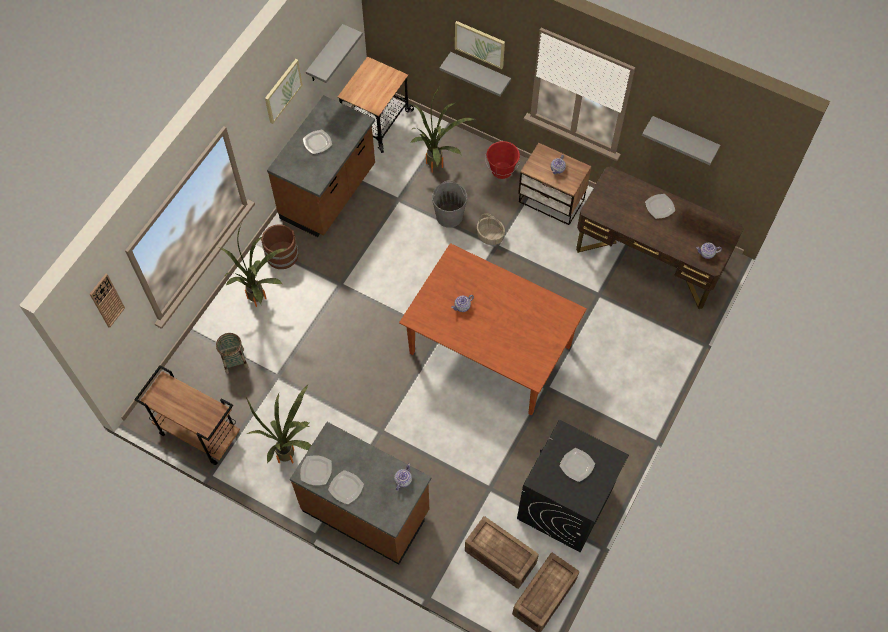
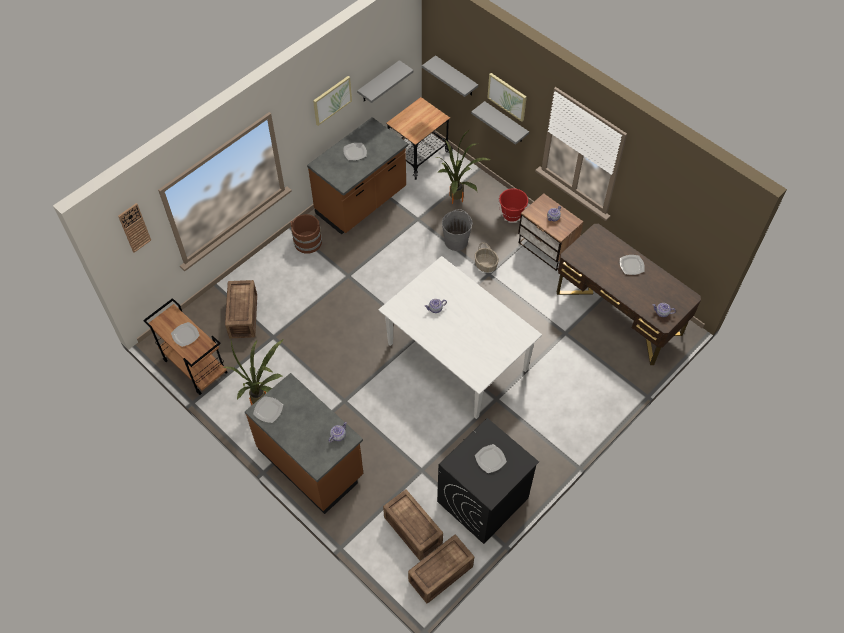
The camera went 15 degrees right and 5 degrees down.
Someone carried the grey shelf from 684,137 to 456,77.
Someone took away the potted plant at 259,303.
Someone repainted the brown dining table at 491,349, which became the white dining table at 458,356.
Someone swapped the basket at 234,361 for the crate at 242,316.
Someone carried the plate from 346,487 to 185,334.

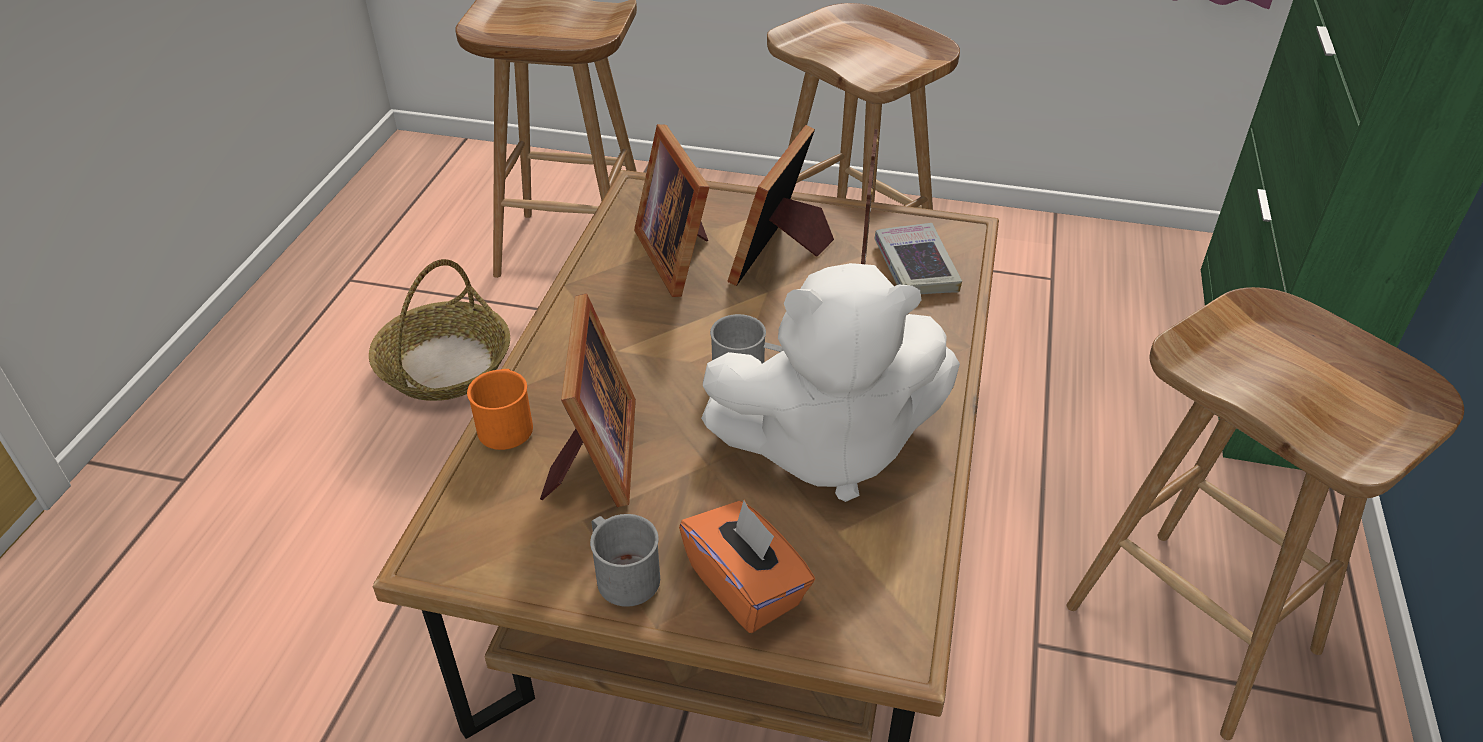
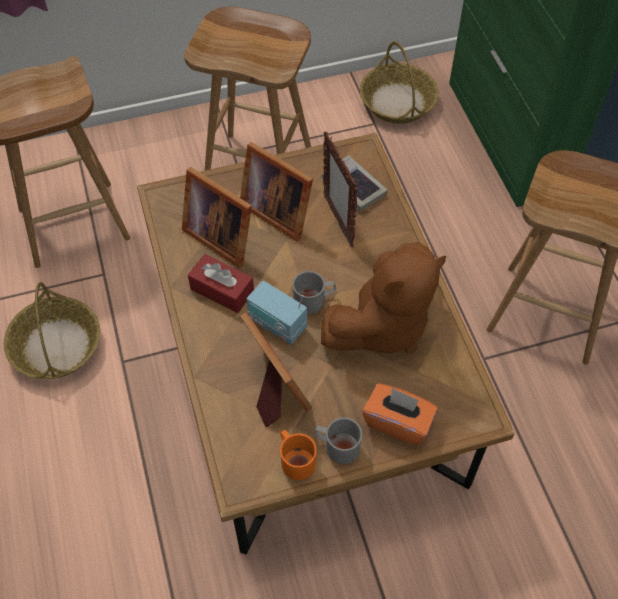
The camera went 30 degrees left and 15 degrees up.
Someone rotated the picture frame at 781,255 by 45 degrees counterclockwise.
Someone repainted the white plush toy at 828,446, which became the brown plush toy at 383,325.
Someone carried the orange mug from 506,423 to 295,459.
Someone put down the basket at 397,102.
Someone put down the red tissue box at 222,290.
Someone put down the radio at 277,324.

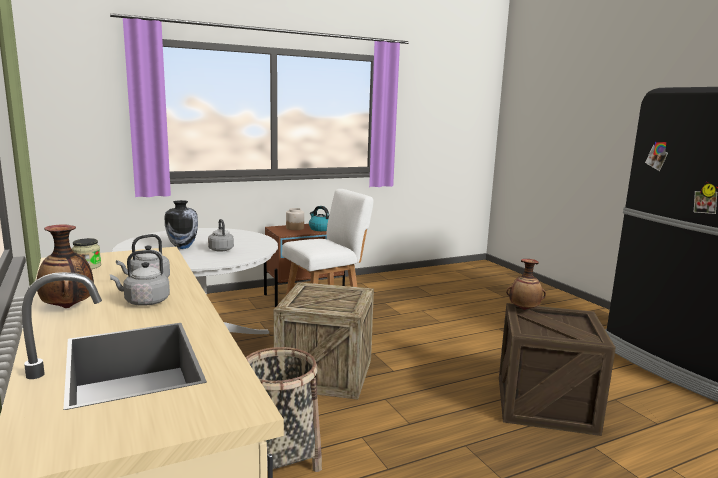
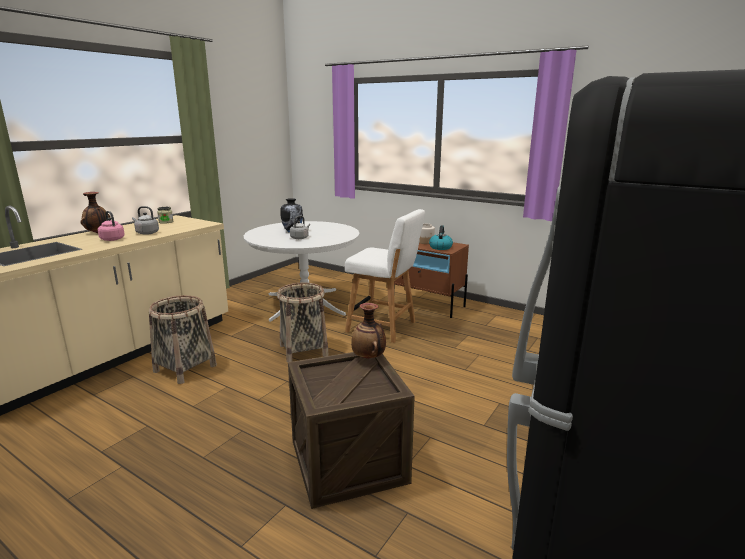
The camera went 60 degrees right and 5 degrees up.
Someone repainted the grey kettle at 144,302, which became the pink kettle at 112,239.
Someone swapped the crate at 325,374 for the basket at 304,350.

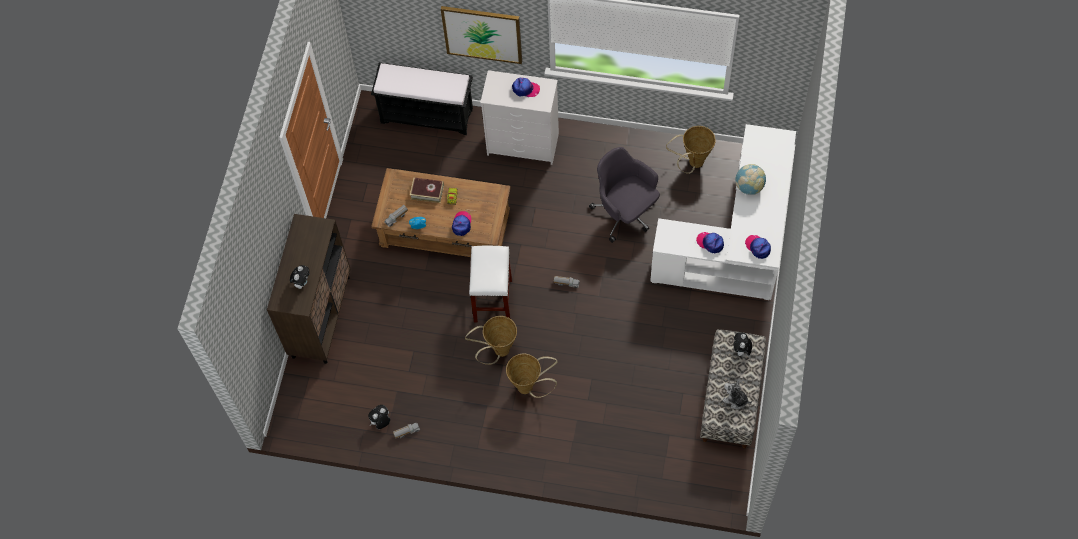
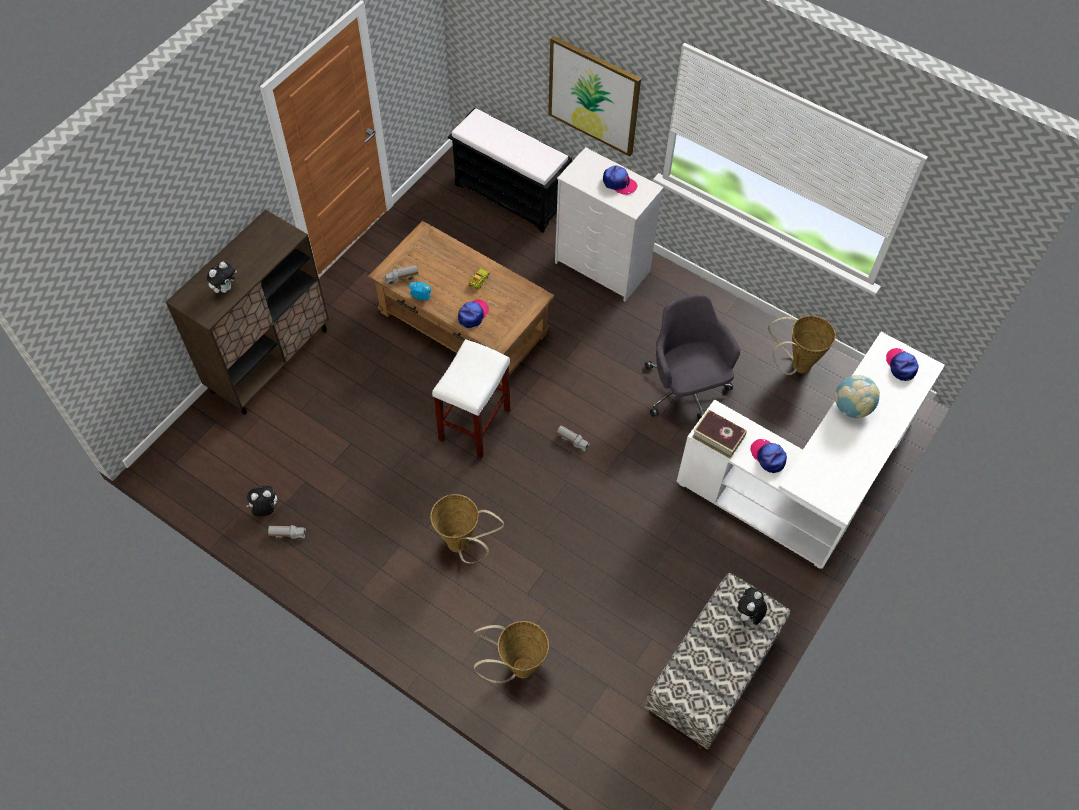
The camera went 20 degrees right and 5 degrees down.
Someone carried the book from 427,192 to 718,437.
Someone carried the cap from 758,247 to 901,365.
Someone carried the basket from 498,351 to 516,668.
Someone took away the plush toy at 735,399.

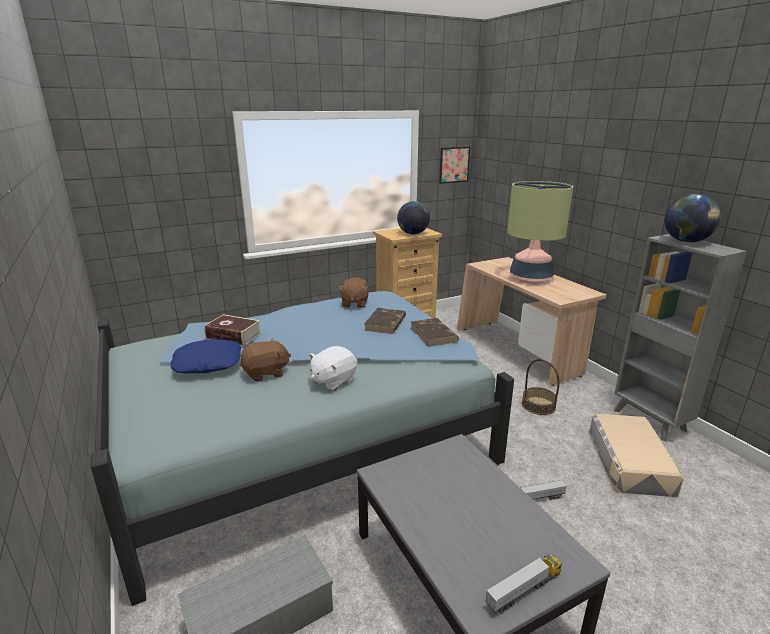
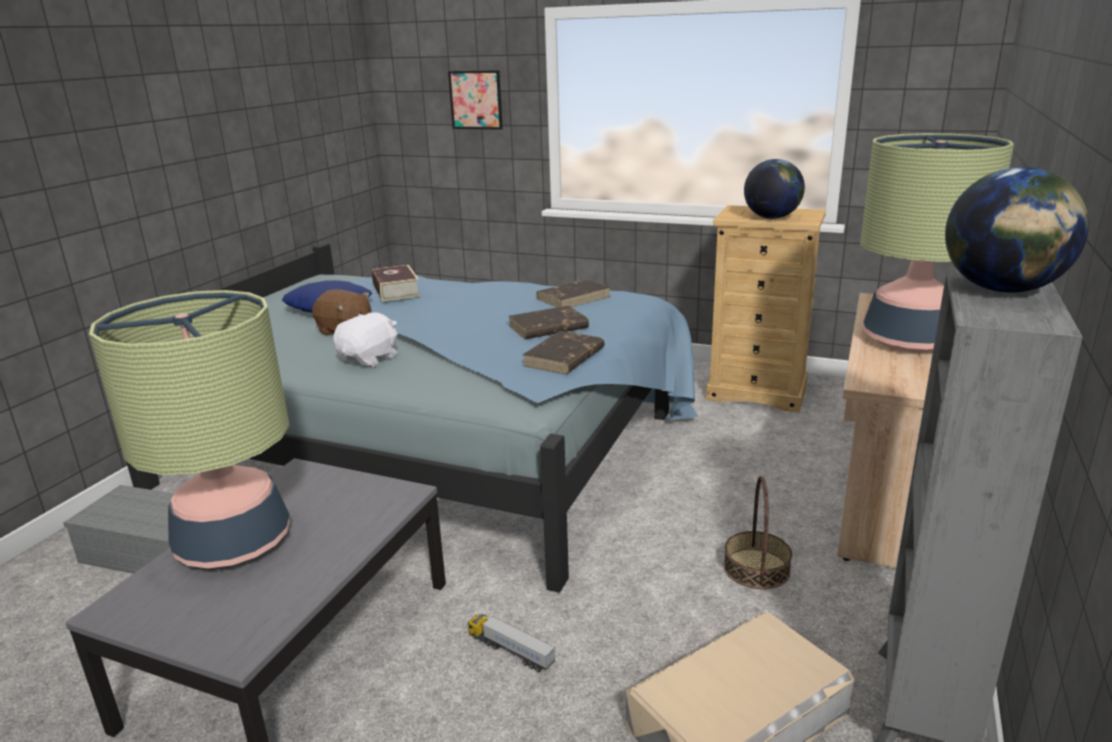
The camera went 50 degrees right and 0 degrees up.
Someone carried the picture from 454,165 to 476,100.
Someone swapped the brown plush toy at 354,303 for the brown book at 574,297.
Someone rotated the white plush toy at 333,381 by 120 degrees clockwise.
Someone took away the toy truck at 523,590.
Someone put down the table lamp at 234,543.

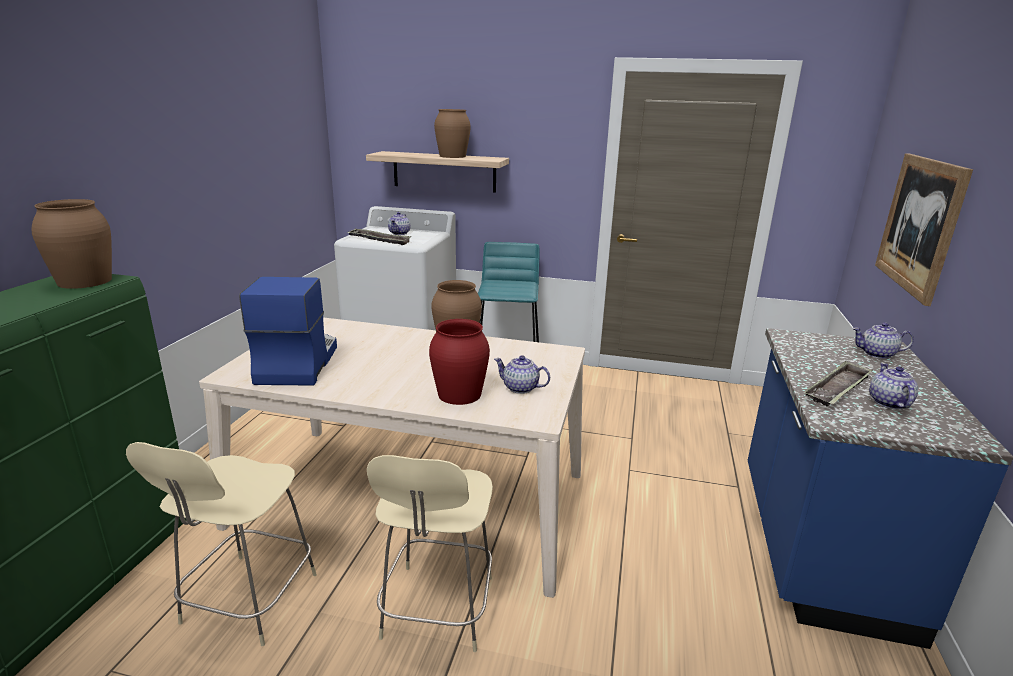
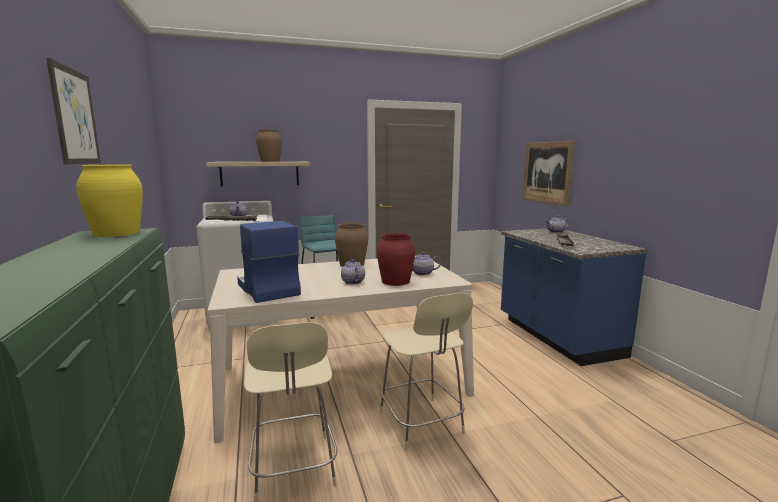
The camera went 30 degrees left and 10 degrees down.
Someone repainted the brown vase at 85,281, which became the yellow vase at 117,233.
Someone carried the teapot from 888,402 to 352,282.
Someone put up the picture at 75,117.

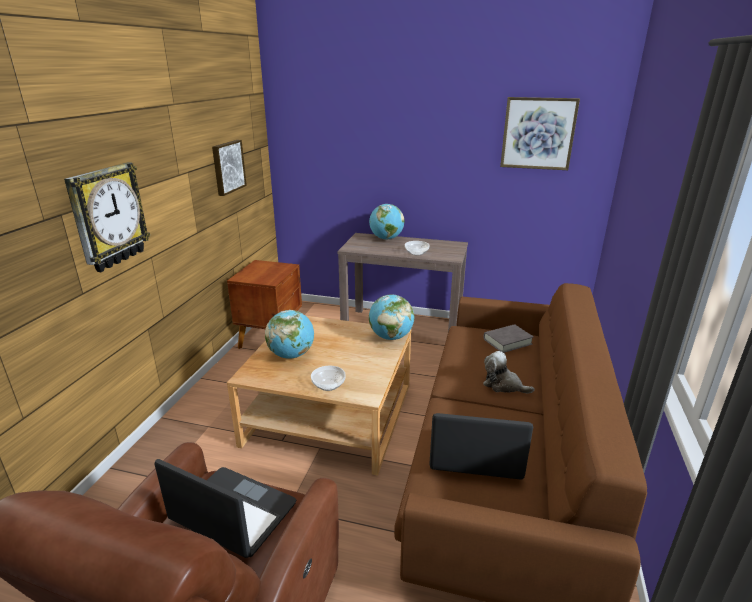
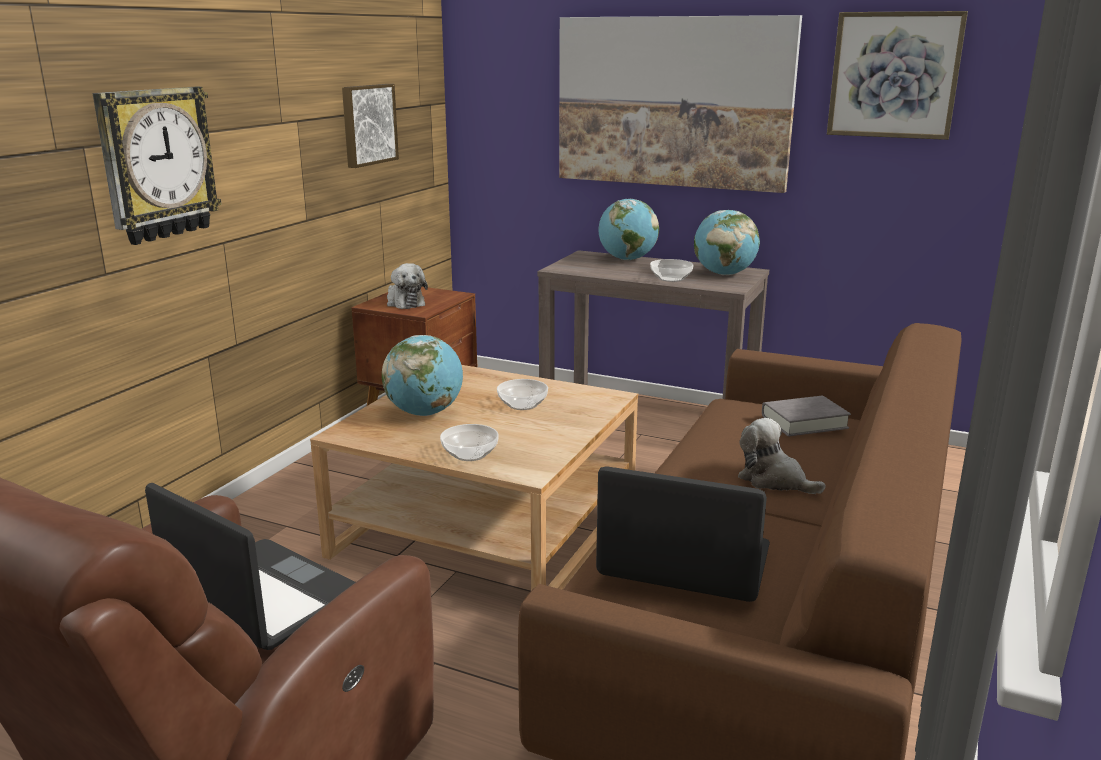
The camera went 10 degrees right and 5 degrees down.
Someone carried the globe from 391,337 to 724,274.
Someone put up the picture at 672,102.
Someone put down the plush toy at 404,302.
Someone put down the bowl at 523,405.

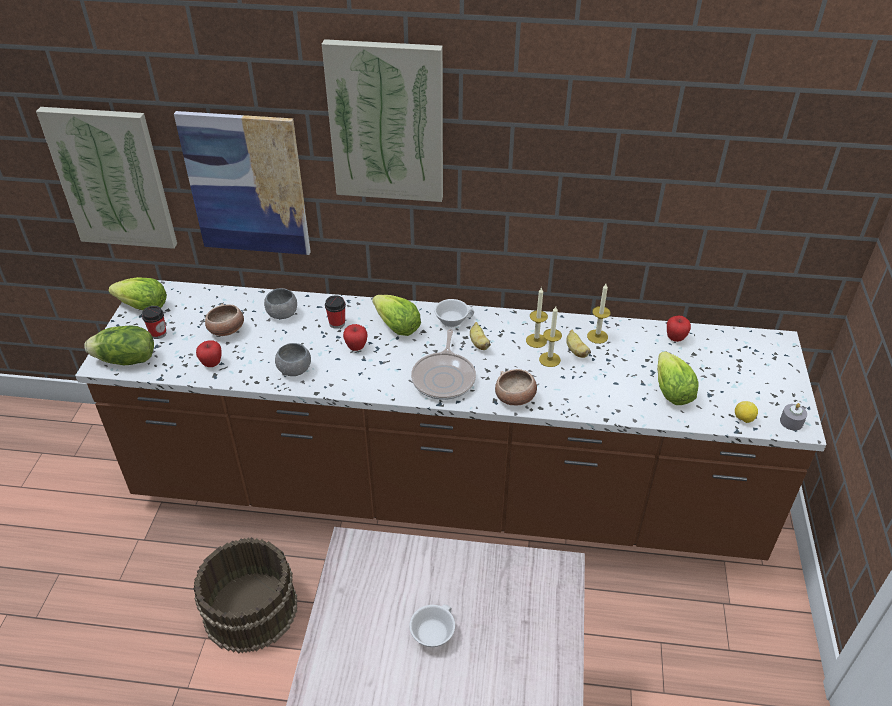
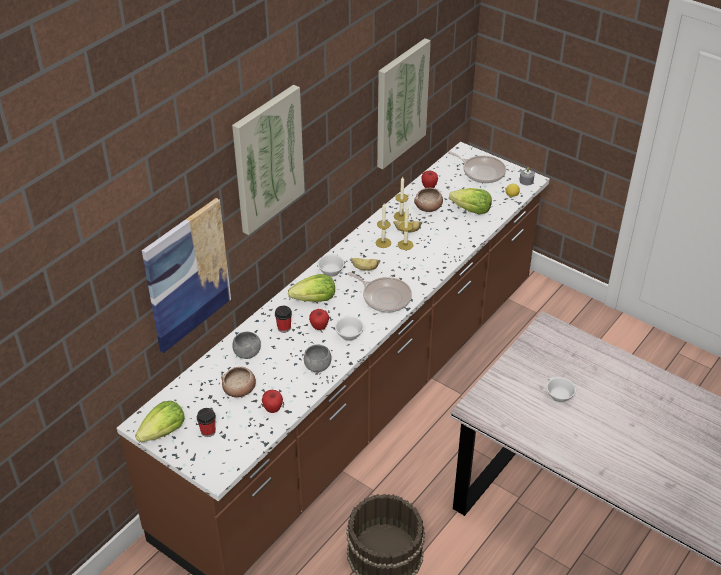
The camera went 60 degrees left and 0 degrees up.
Someone carried the picture from 112,178 to 400,103.
Someone took away the lettuce at 126,360.
Someone carried the bowl from 515,398 to 429,207.
Someone put down the frying pan at 481,172.
Someone put down the white cup at 348,334.

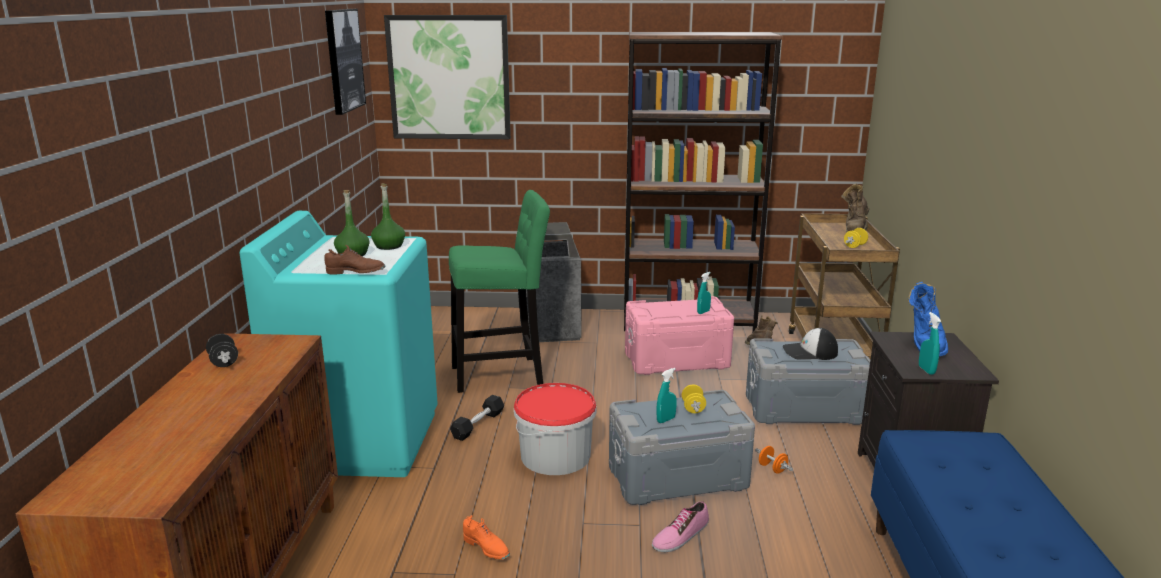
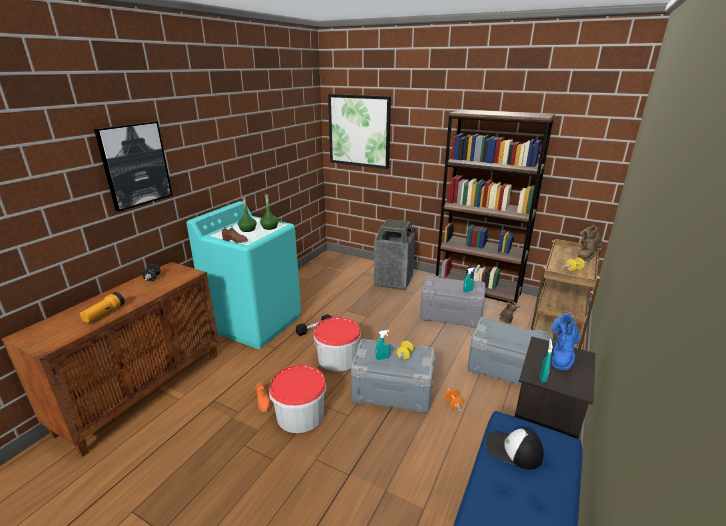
The camera went 25 degrees right and 5 degrees up.
Someone carried the picture from 343,60 to 135,165.
Someone took away the green stool at 502,374.
Someone repainted the pink storage box at 677,360, which became the grey storage box at 451,315.
Someone carried the cap from 810,352 to 513,450.
Someone took away the shoe at 680,535.
Someone put down the flashlight at 104,314.
Someone put down the bucket at 300,414.

